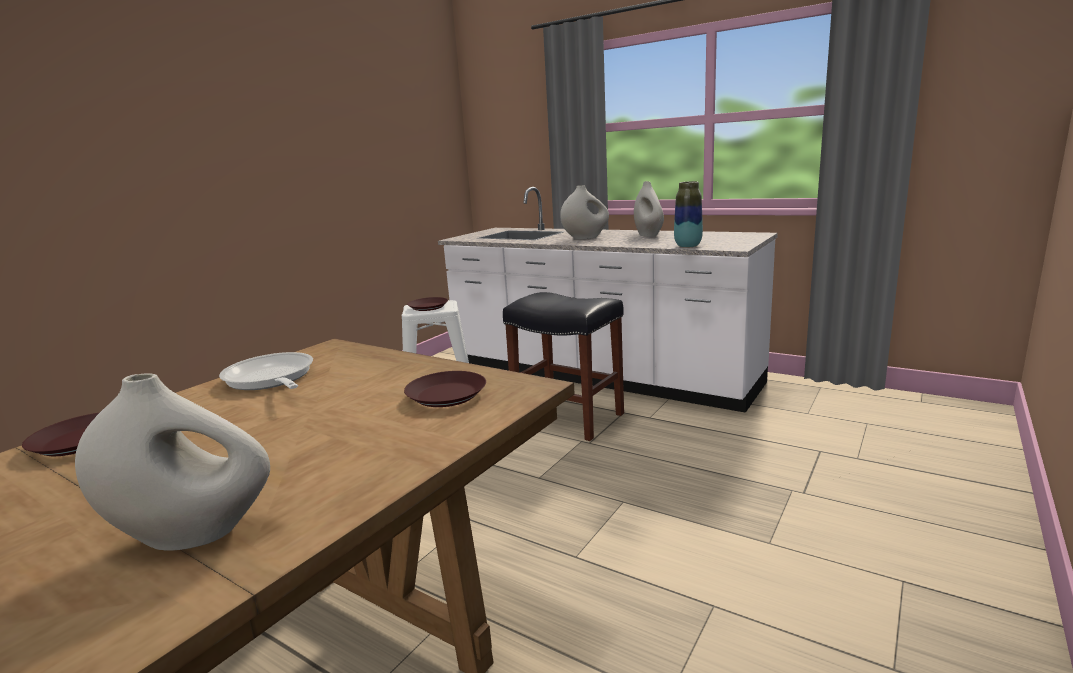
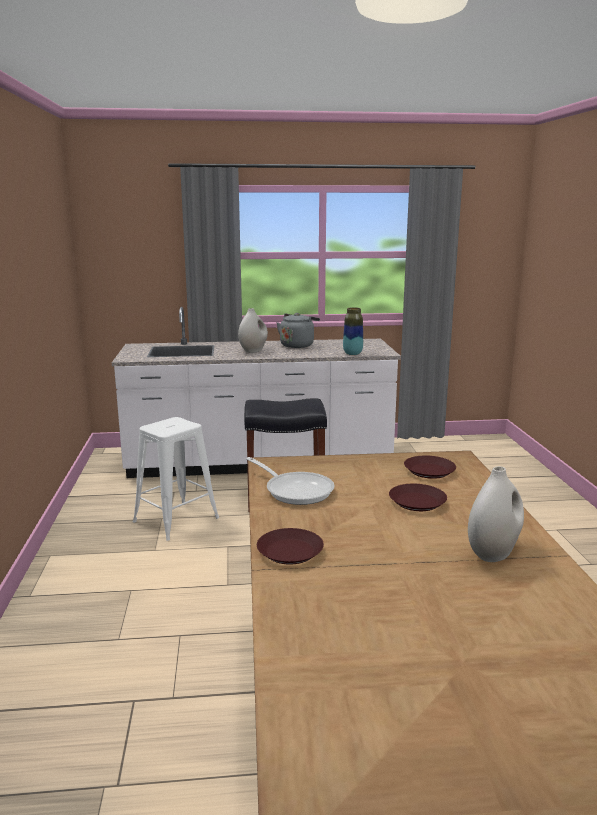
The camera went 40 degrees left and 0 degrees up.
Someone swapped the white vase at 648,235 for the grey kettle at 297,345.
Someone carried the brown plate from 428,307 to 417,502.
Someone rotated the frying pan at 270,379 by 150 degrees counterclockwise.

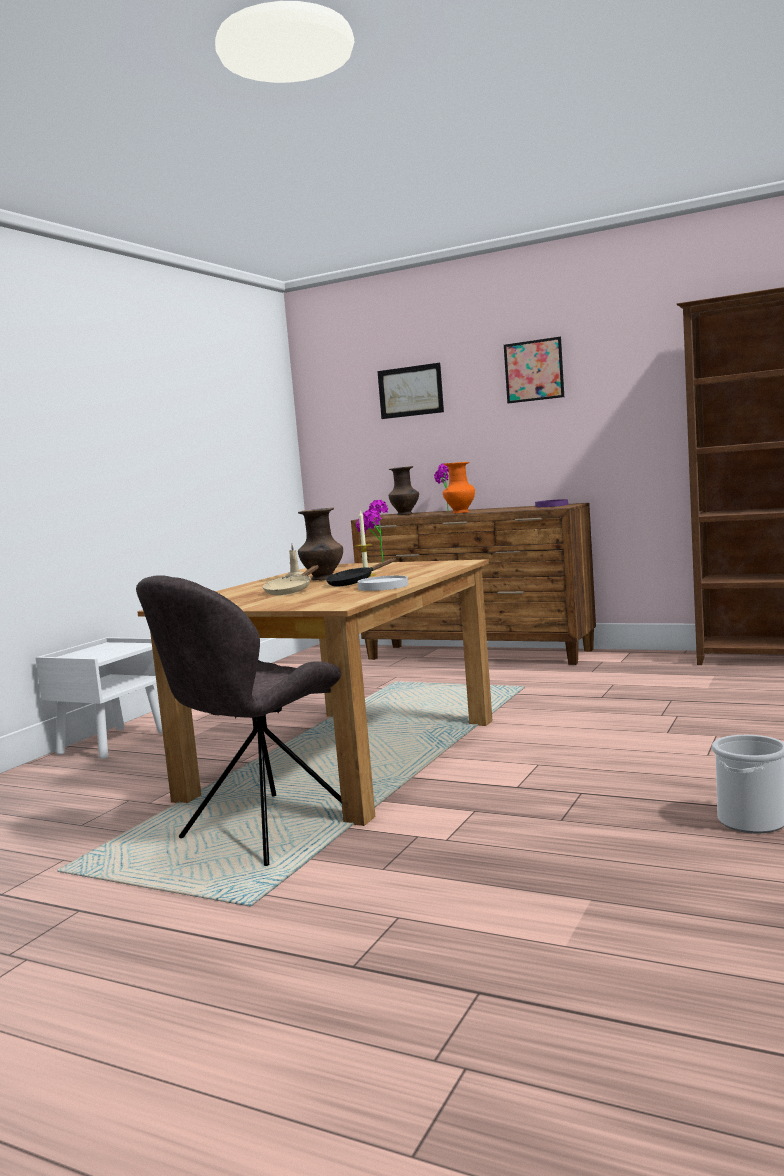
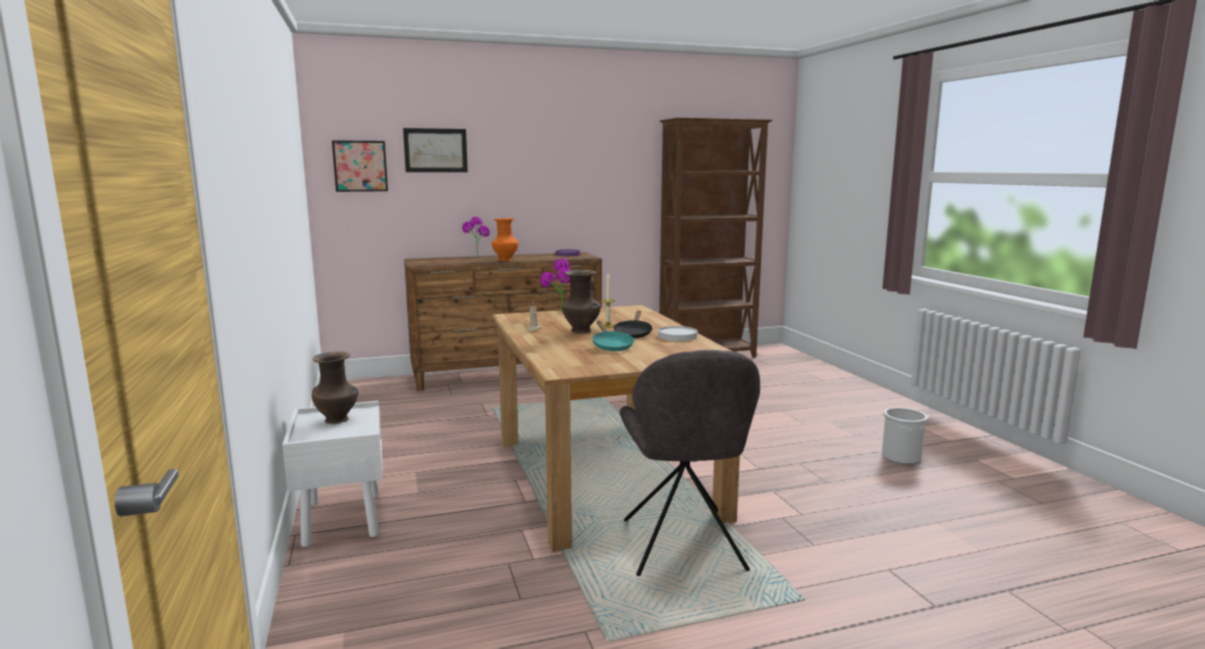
The camera went 45 degrees left and 5 degrees up.
Someone carried the picture from 534,370 to 360,166.
Someone carried the brown vase from 405,514 to 338,420.
Someone repainted the beige frying pan at 291,591, which became the turquoise frying pan at 611,346.

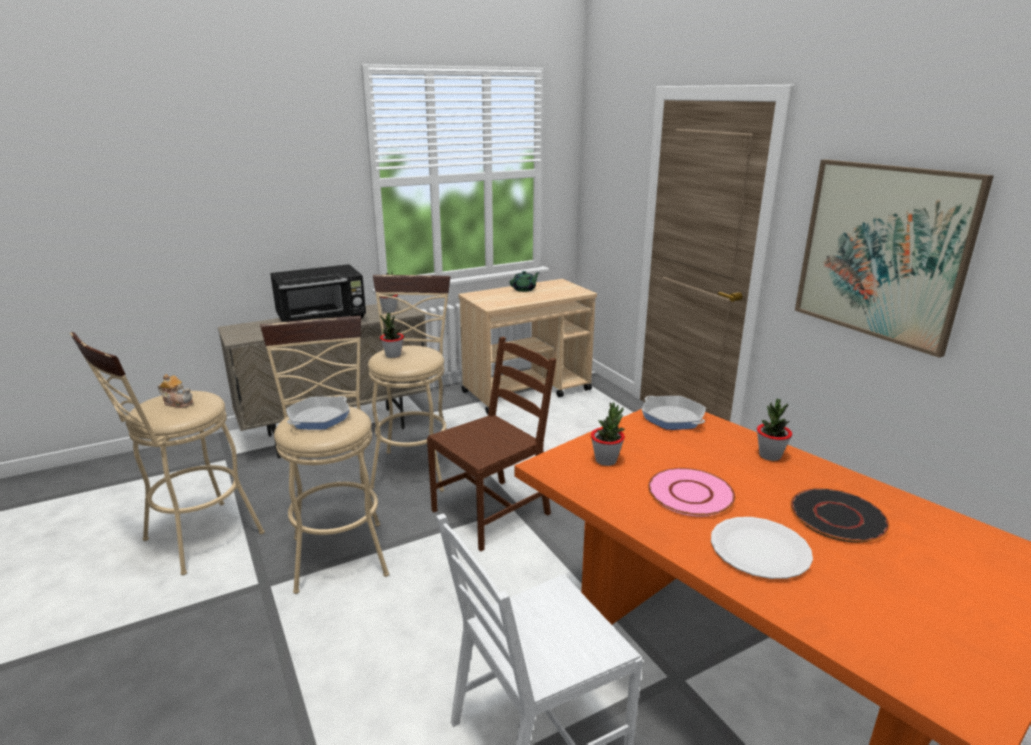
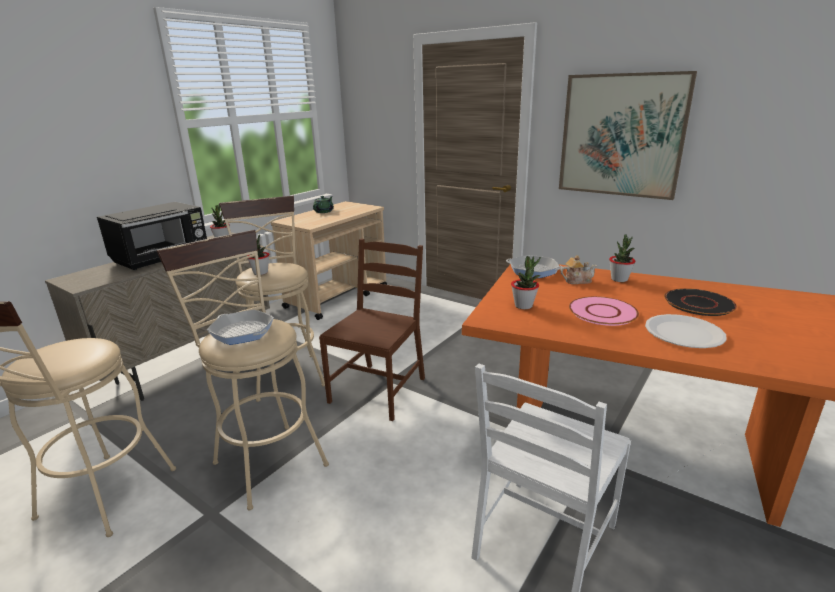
The camera went 25 degrees left and 0 degrees up.
Someone carried the teapot from 178,403 to 577,281.
Someone rotated the frying pan at 319,418 by 120 degrees clockwise.

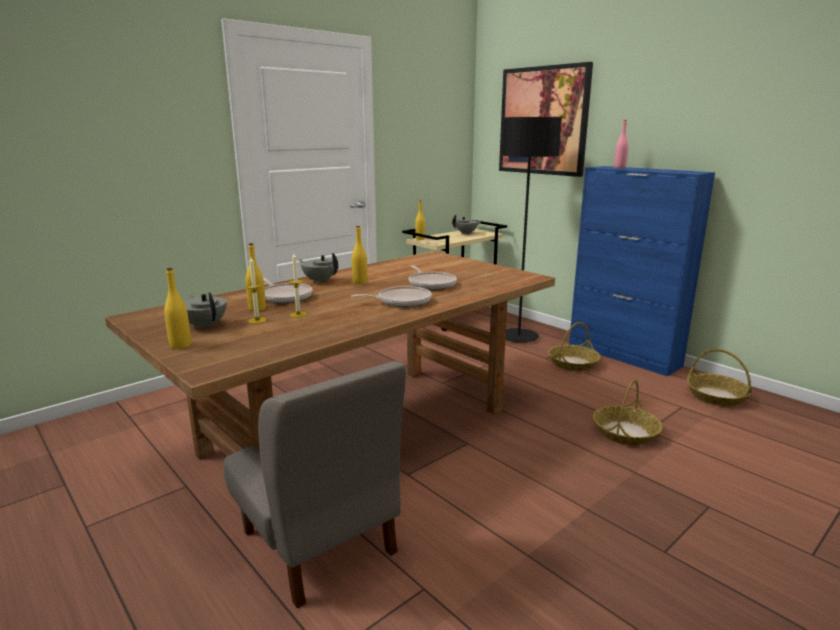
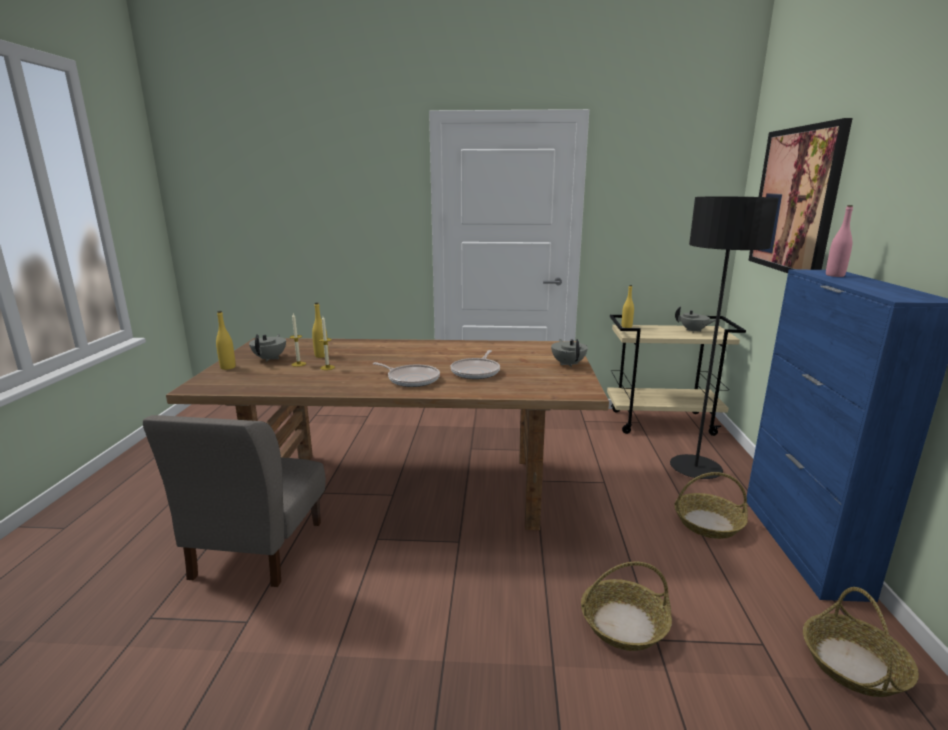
The camera went 45 degrees right and 0 degrees up.
Someone took away the yellow bottle at 360,282.
Someone carried the grey teapot from 319,281 to 568,364.
Someone took away the frying pan at 285,296.

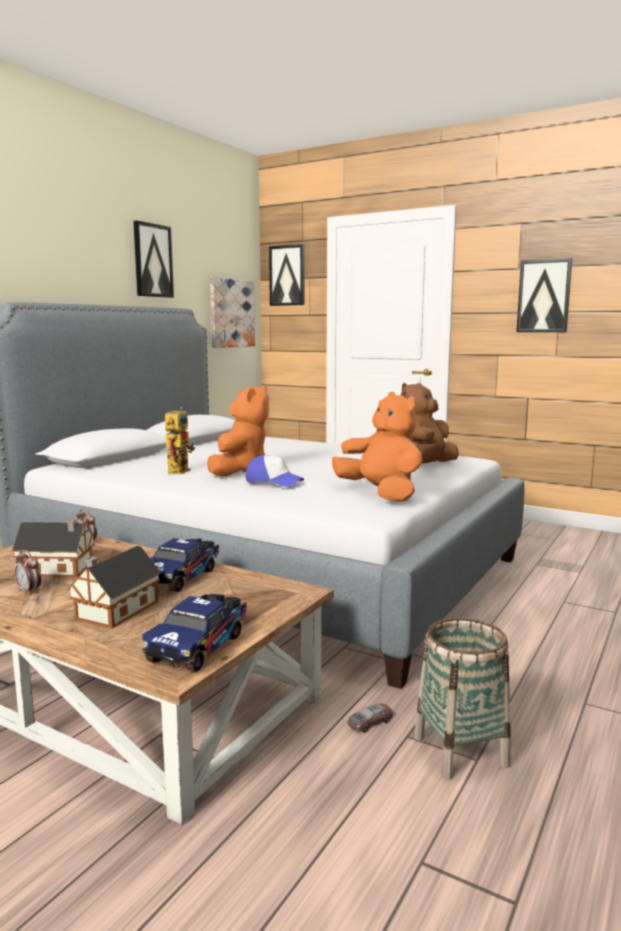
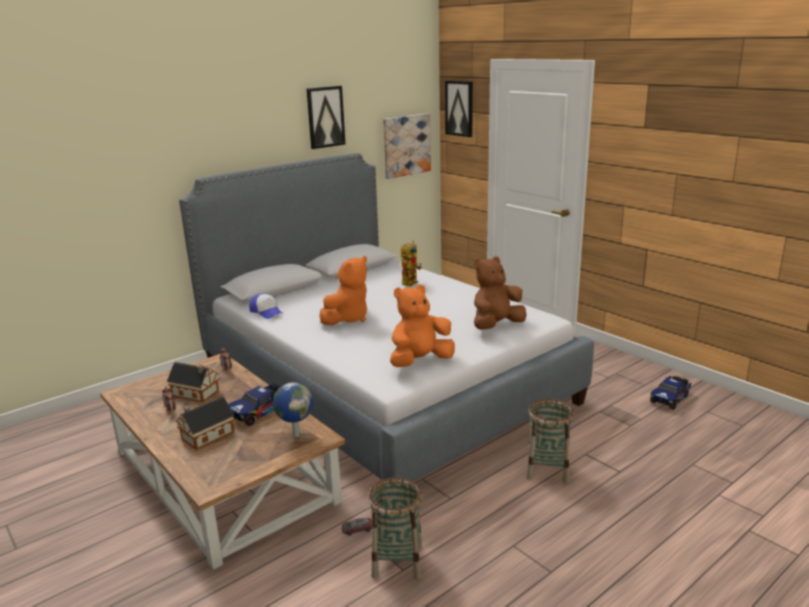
The camera went 20 degrees right and 10 degrees up.
Someone took away the picture at 544,296.
Someone rotated the orange plush toy at 381,494 by 105 degrees counterclockwise.
Someone carried the toy robot from 179,470 to 410,282.
Someone carried the cap from 273,481 to 267,312.
Someone carried the toy truck from 200,646 to 670,398.
Someone put down the globe at 296,435.
Someone put down the basket at 547,470.

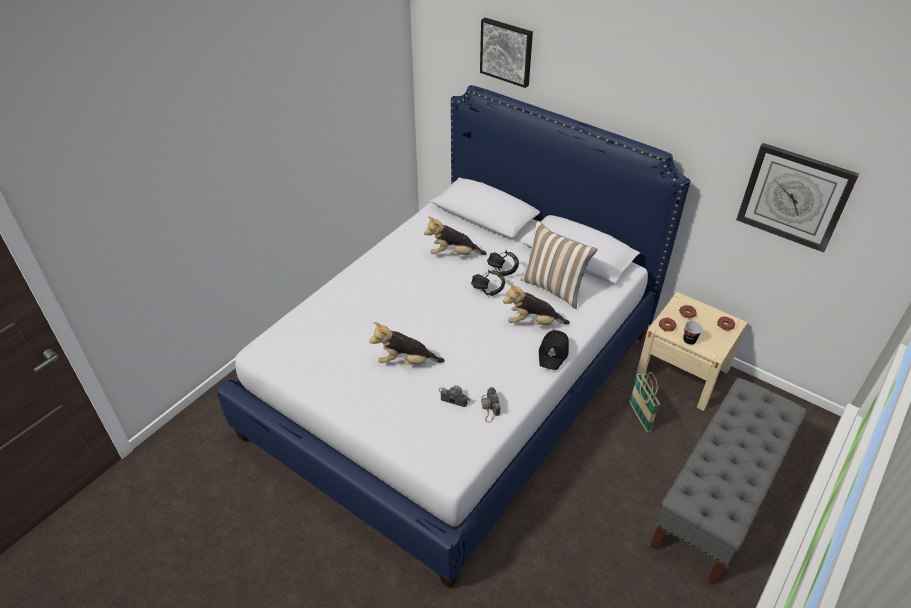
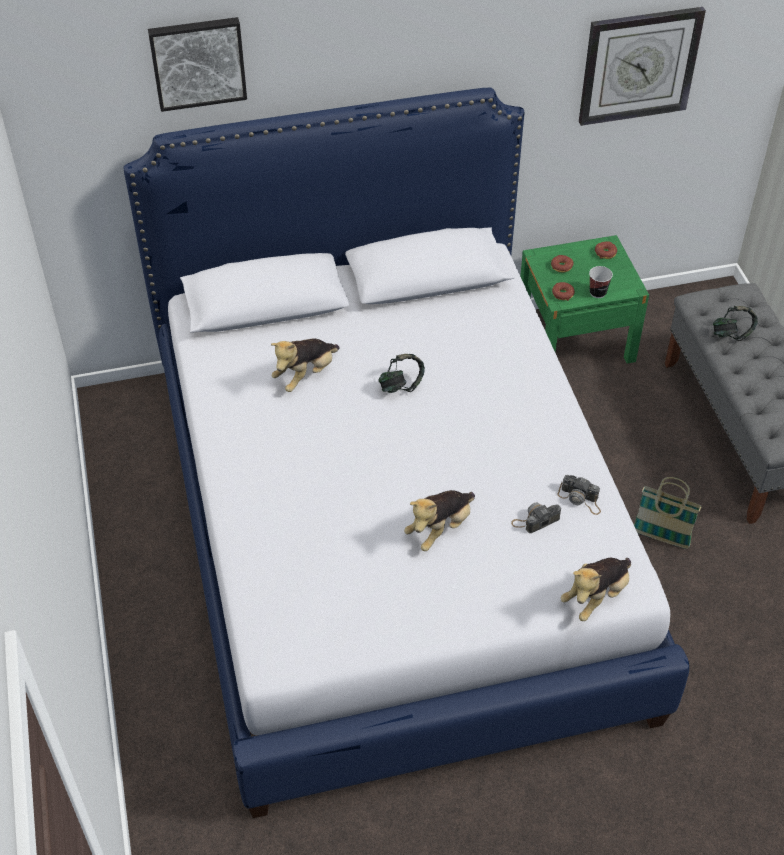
The camera went 50 degrees left and 5 degrees up.
Someone took away the pillow at 554,288.
Someone carried the headphones from 502,270 to 731,334.
Someone carried the plush toy from 533,323 to 596,596.
Someone repainted the beige nightstand at 682,373, which became the green nightstand at 575,339.
Someone took away the black cap at 553,353.
Someone carried the basket from 640,417 to 661,538.

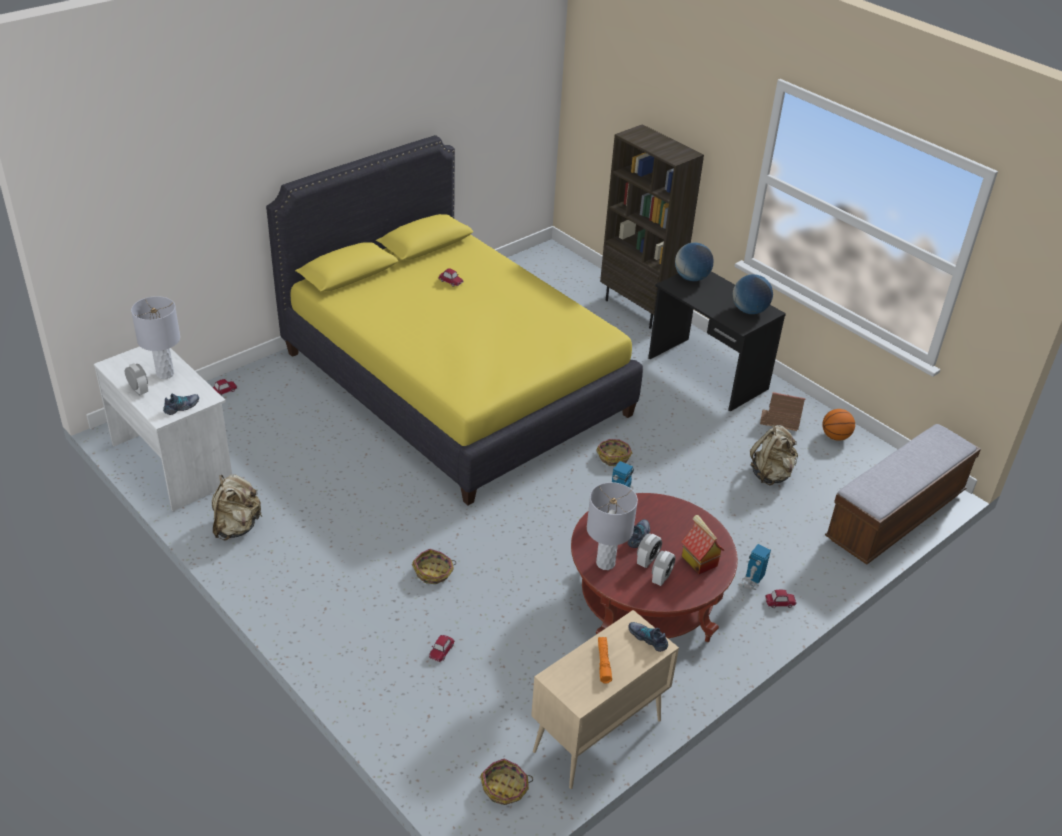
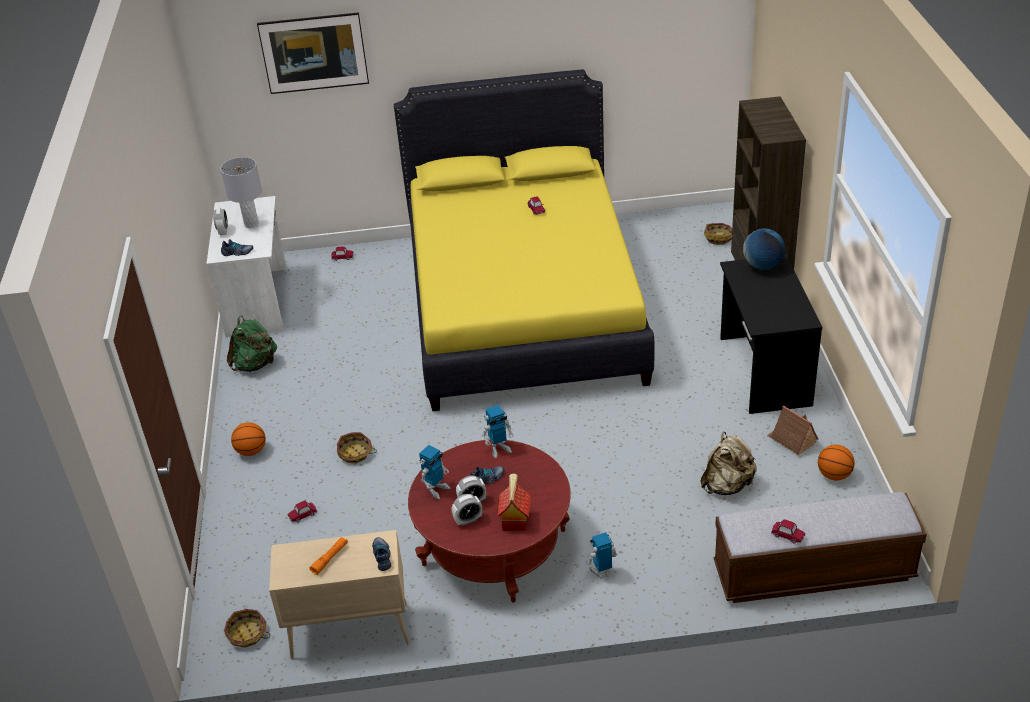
The camera went 40 degrees right and 0 degrees up.
Someone took away the globe at 749,311.
Someone carried the basket from 613,457 to 719,238.
Someone repainted the beige backpack at 237,527, which became the green backpack at 255,364.
Someone swapped the grey table lamp at 605,563 for the toy robot at 436,489.
Someone carried the toy car from 780,602 to 788,535.
Someone put up the picture at 317,70.
Someone put down the basketball at 251,451.

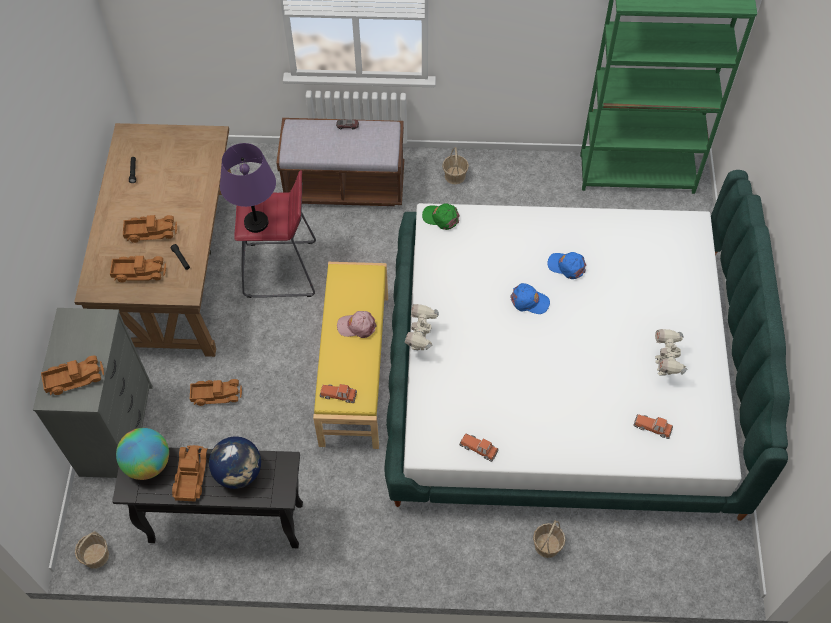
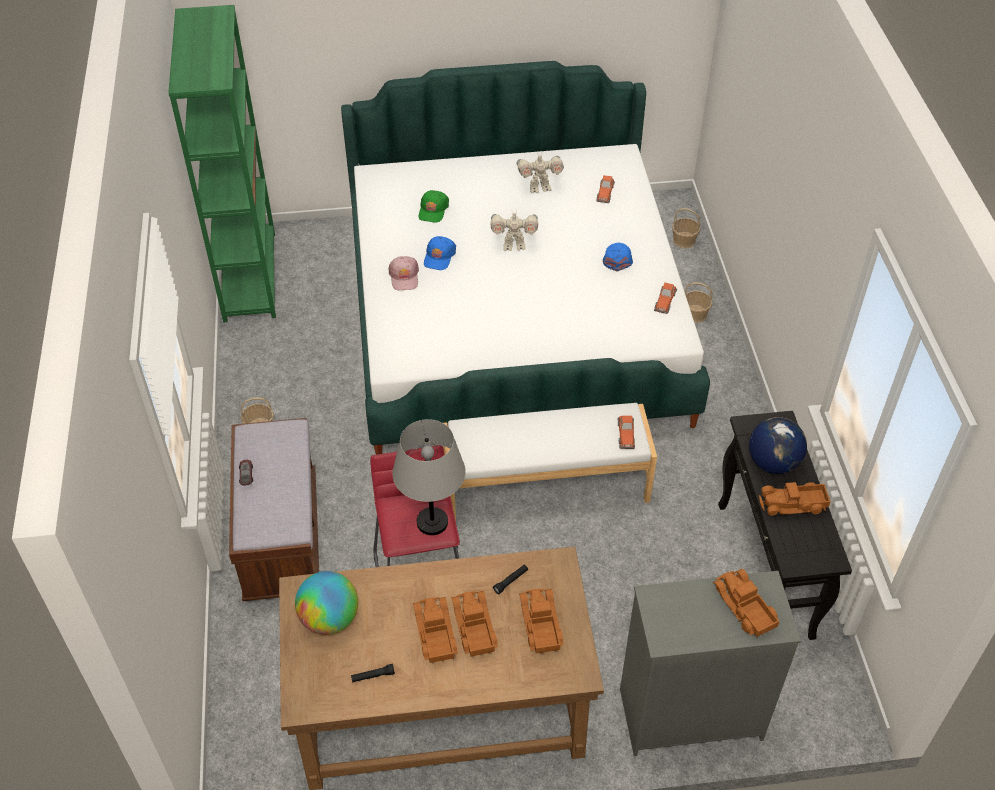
The camera went 100 degrees left and 10 degrees down.
Someone repainted the purple table lamp at 256,222, which became the grey table lamp at 431,522.
Someone carried the green cap from 441,217 to 433,210.
Someone repainted the yellow bench at 355,369, which became the white bench at 545,484.
Someone carried the blue cap from 529,301 to 617,258.
Someone carried the toy robot from 421,341 to 514,245.
Someone carried the pink cap from 357,326 to 404,277.
Someone carried the toy truck from 216,394 to 434,633.
Someone carried the globe from 148,463 to 329,619.
Someone carried the basket from 95,556 to 684,241.

